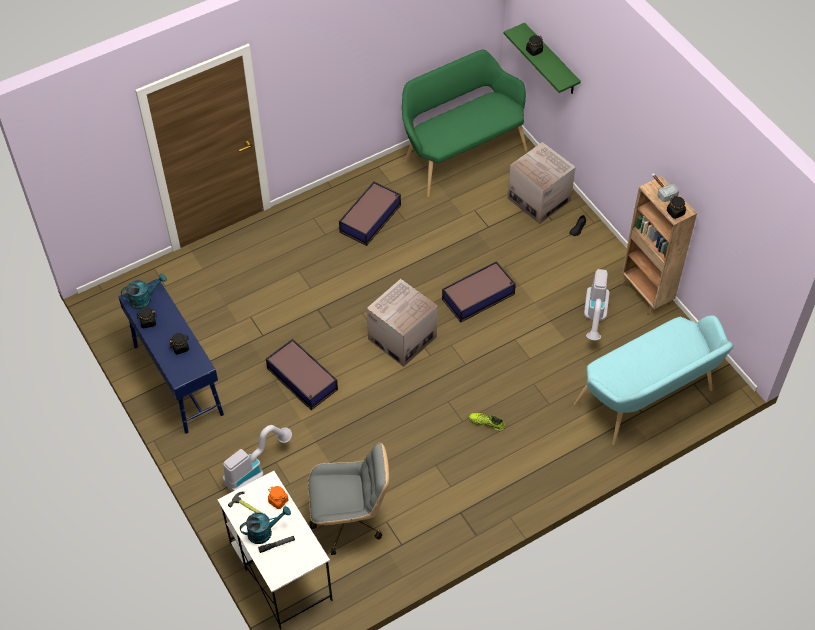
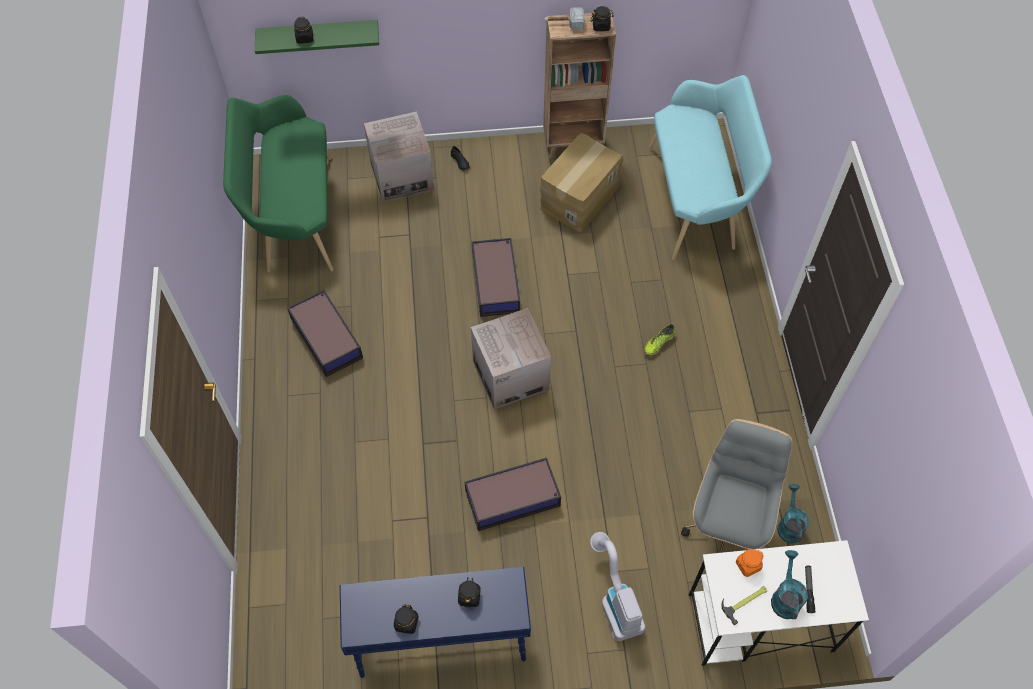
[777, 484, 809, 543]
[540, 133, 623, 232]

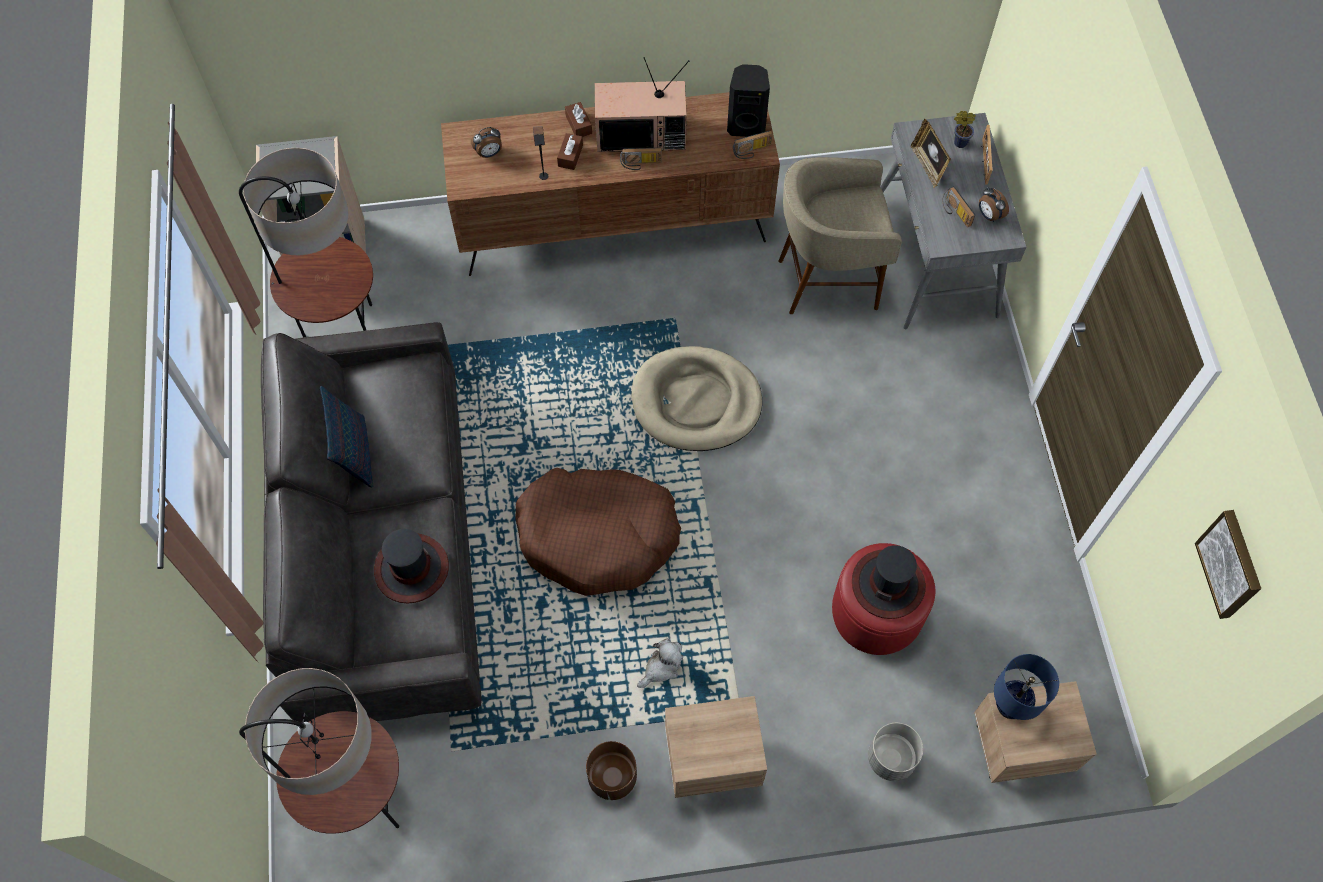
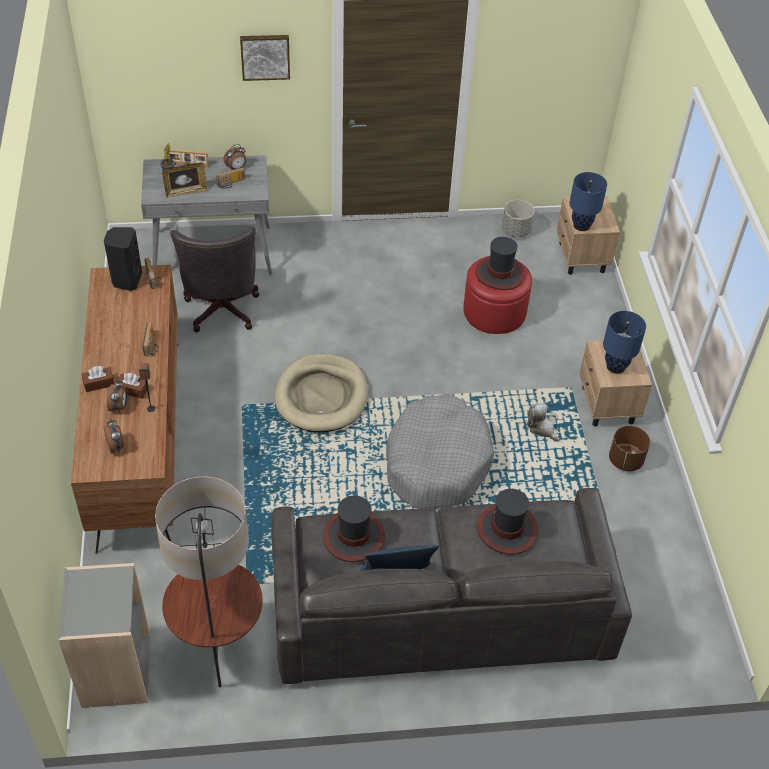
[239, 668, 399, 834] (first image)
[386, 393, 494, 509]
[595, 57, 689, 152] (first image)
[170, 227, 259, 332]
[502, 200, 535, 238]
[240, 35, 290, 81]
[107, 380, 128, 413]
[323, 496, 385, 562]
[603, 311, 646, 374]

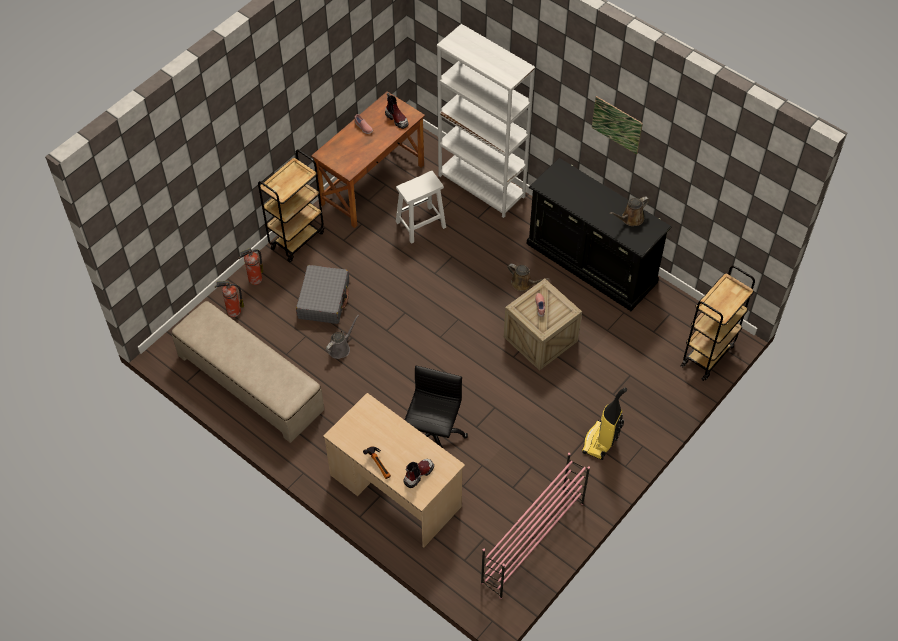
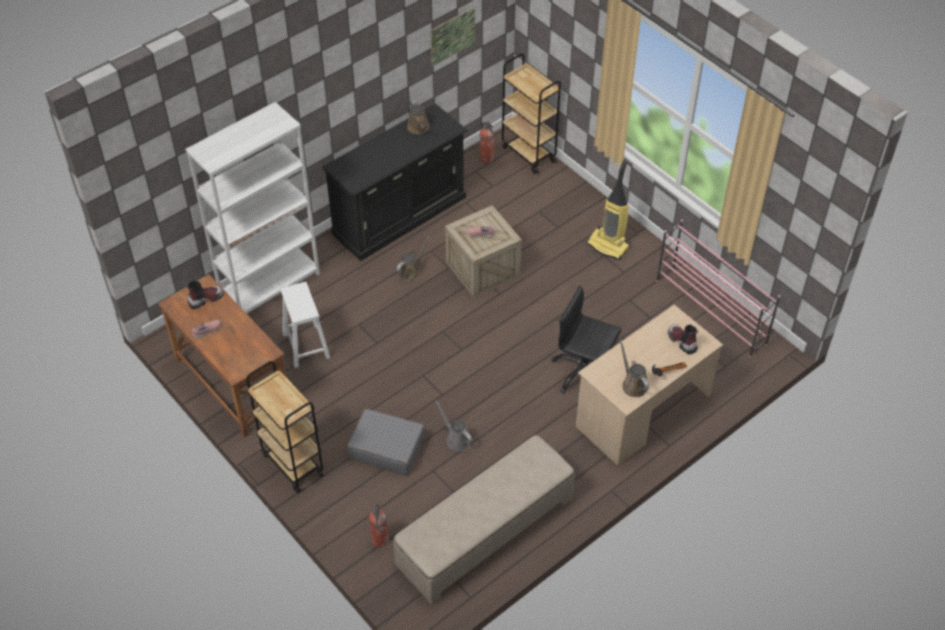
[479, 122, 494, 163]
[431, 7, 475, 66]
[620, 340, 649, 397]

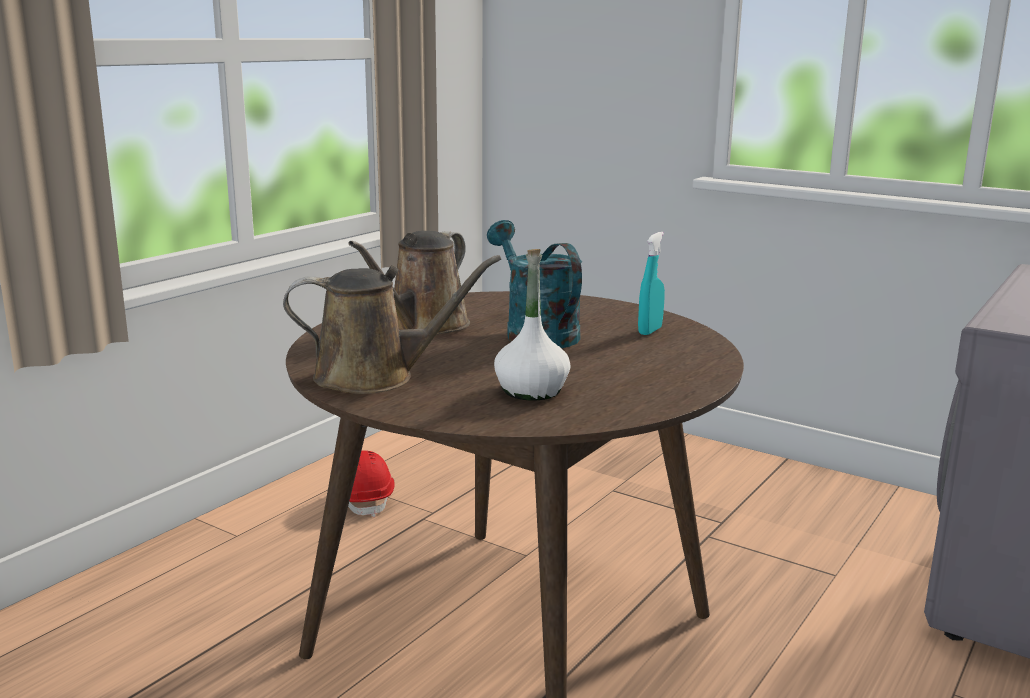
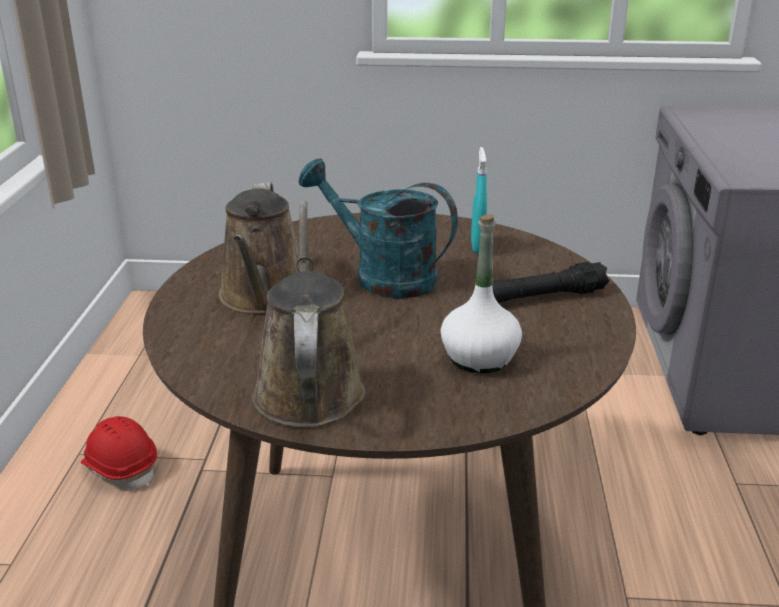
[252, 201, 365, 427]
[492, 262, 609, 303]

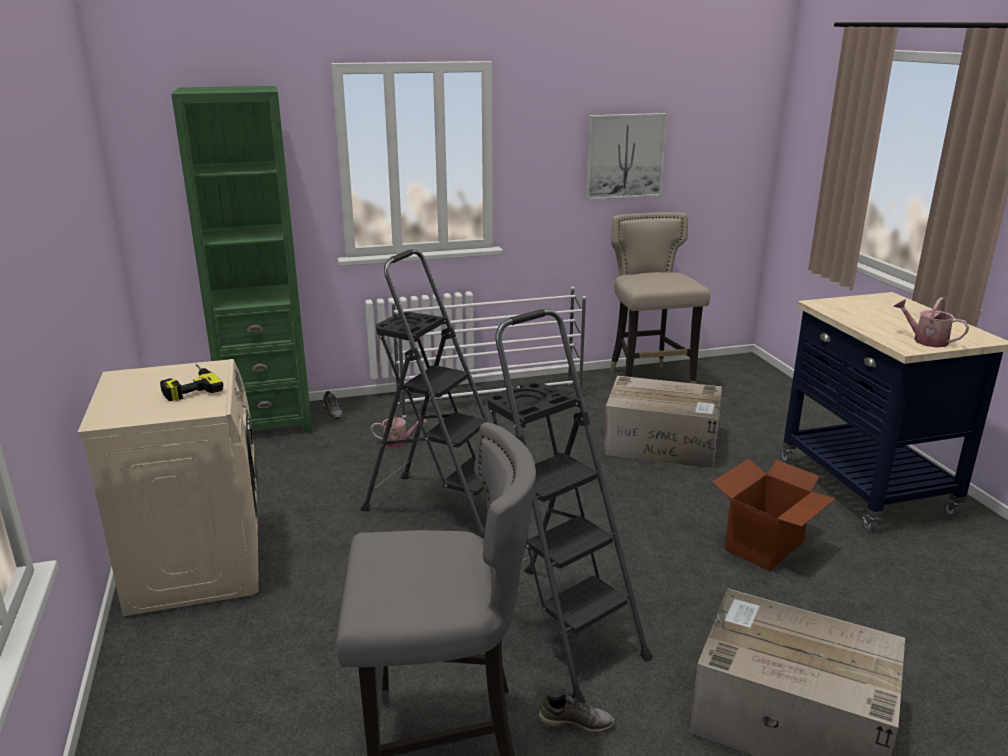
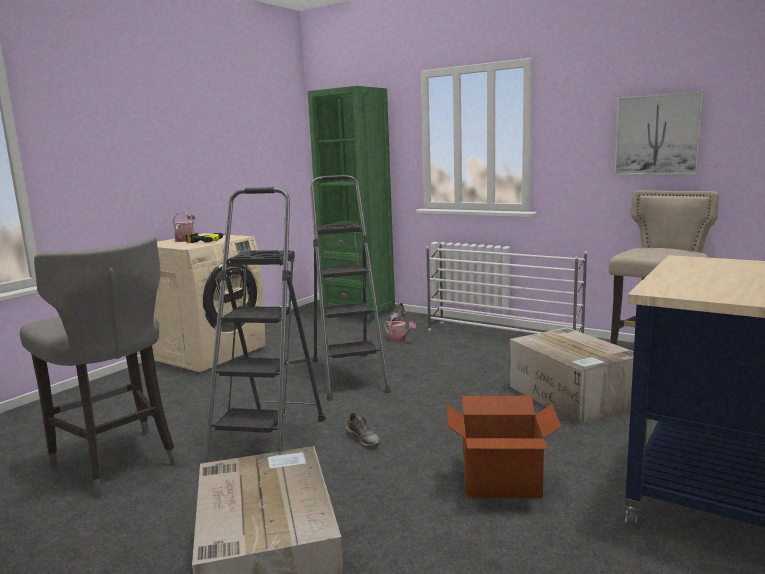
[346, 413, 380, 447]
[172, 212, 195, 242]

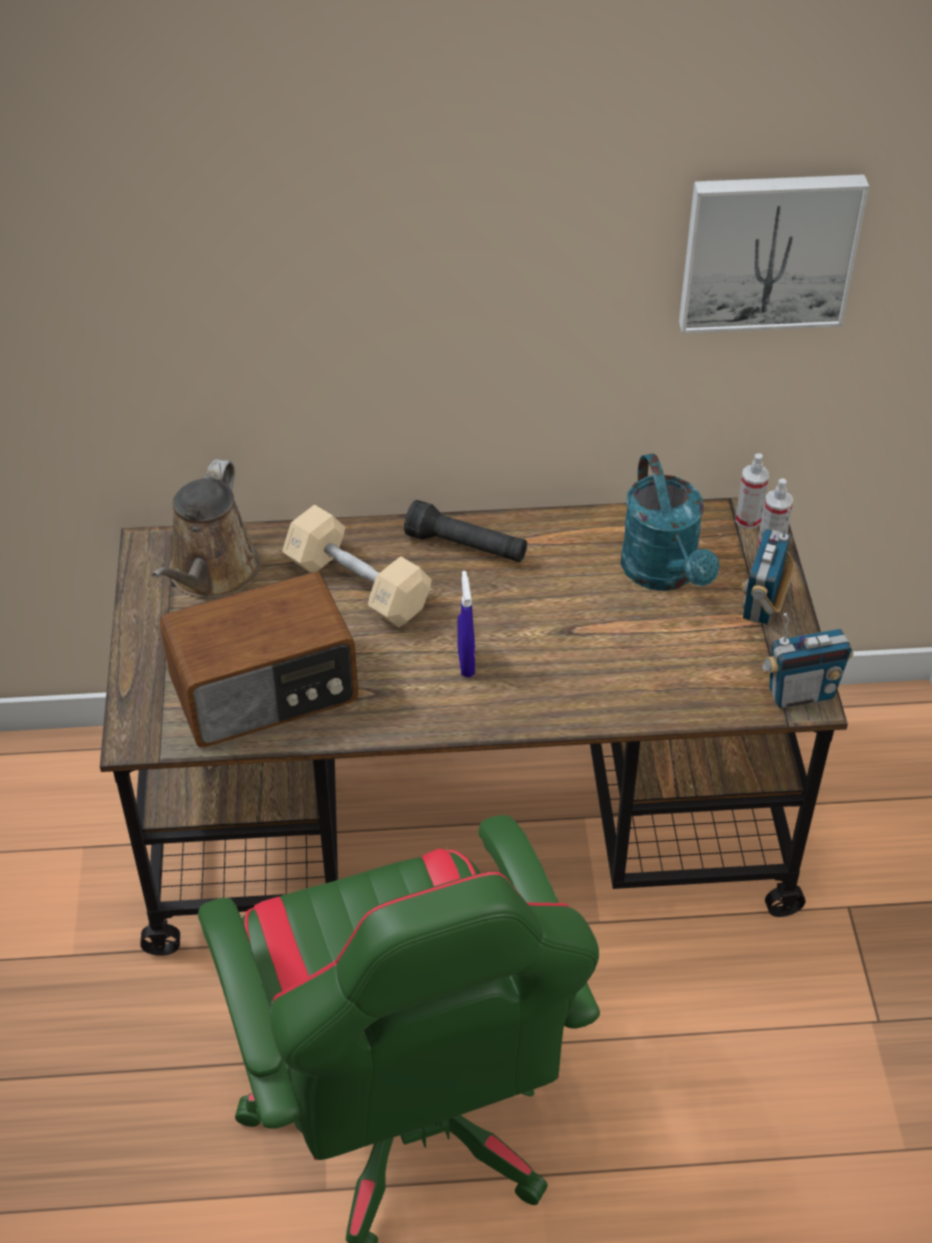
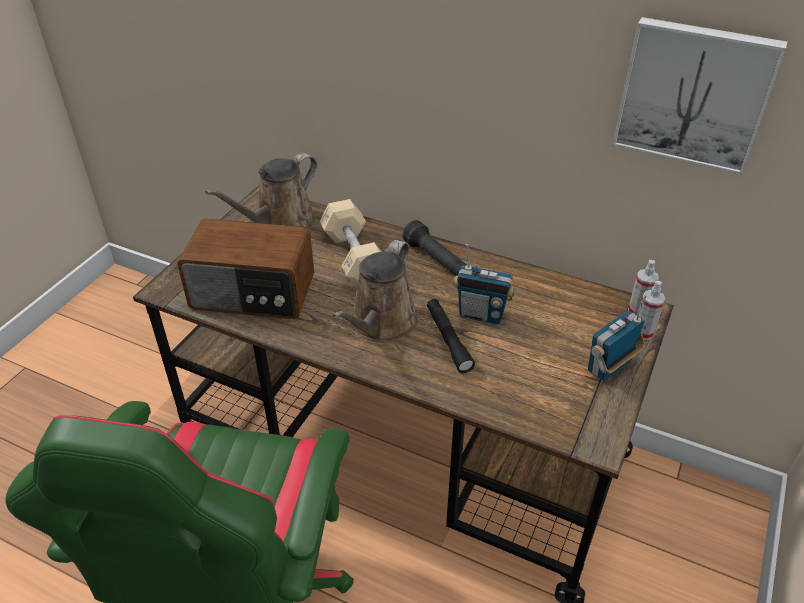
[332, 240, 418, 342]
[621, 454, 720, 591] (first image)
[453, 244, 515, 324]
[427, 299, 475, 373]

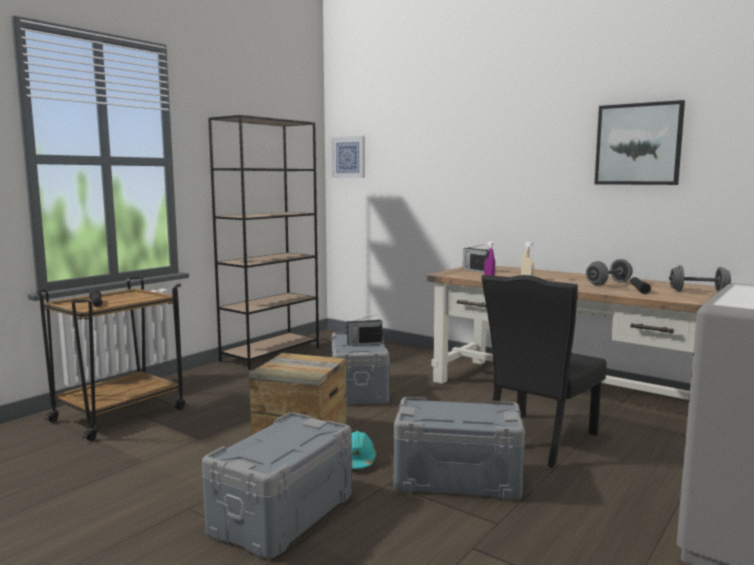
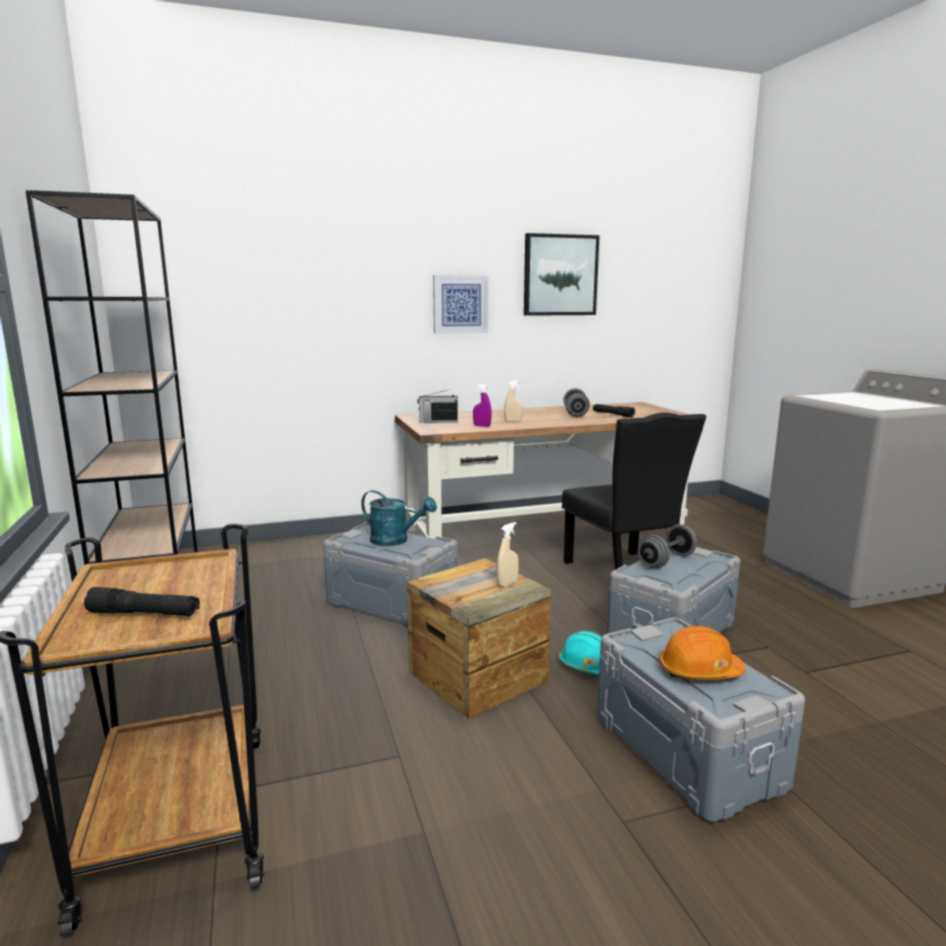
[433, 275, 488, 334]
[361, 490, 437, 546]
[638, 524, 697, 568]
[497, 522, 519, 587]
[659, 626, 746, 680]

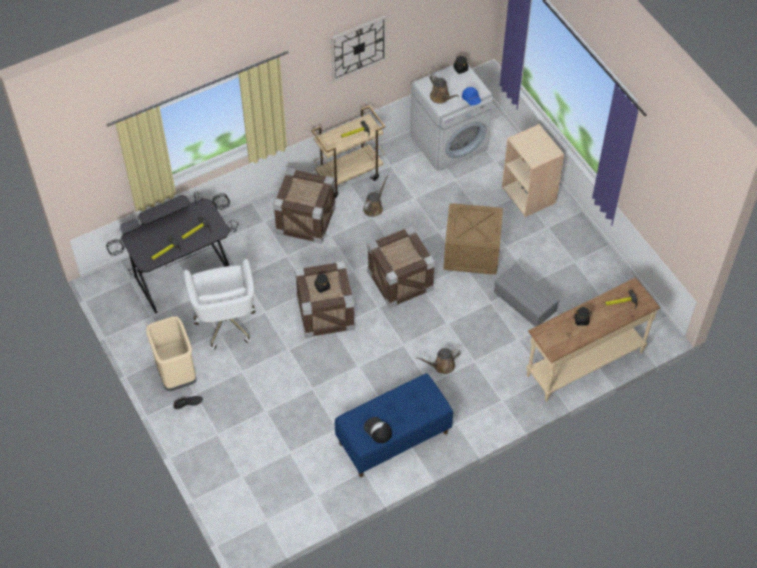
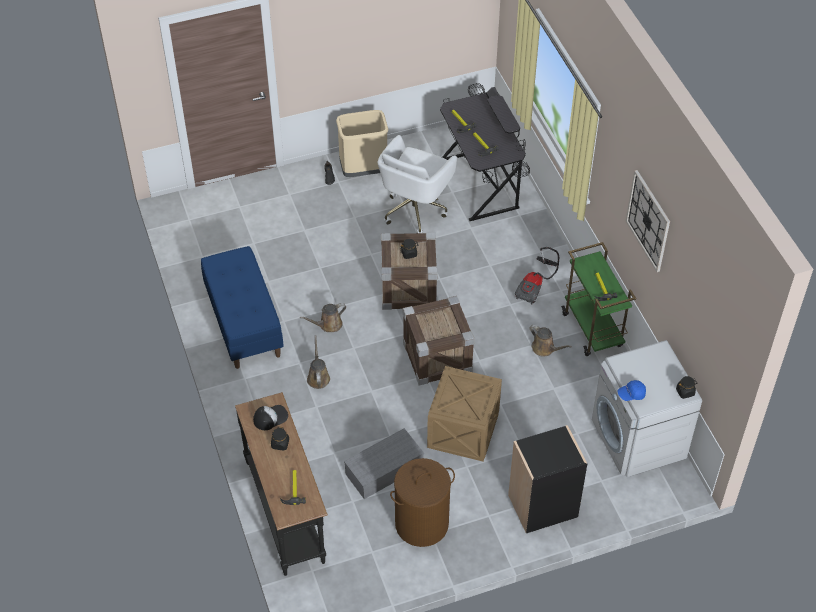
[378, 135, 457, 233]
[515, 247, 559, 305]
[561, 242, 636, 356]
[253, 405, 288, 430]
[300, 303, 346, 332]
[508, 425, 587, 533]
[235, 392, 328, 576]
[390, 458, 455, 547]

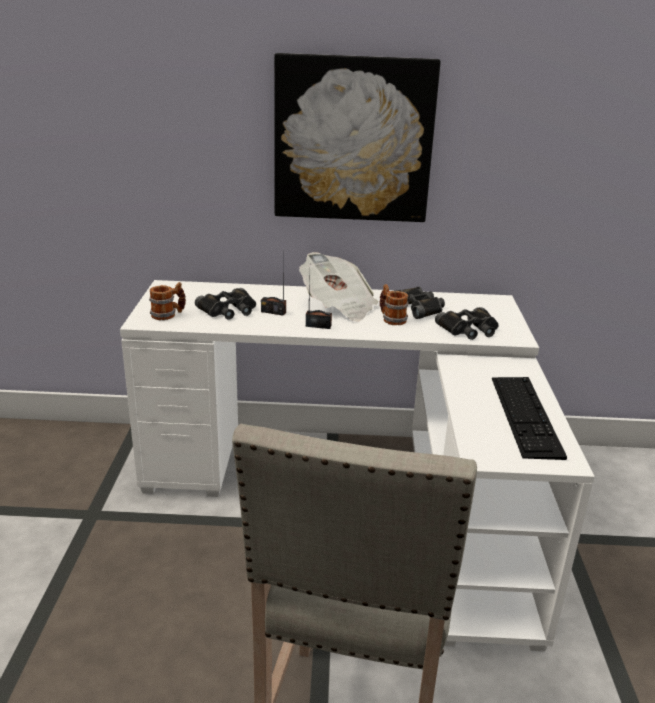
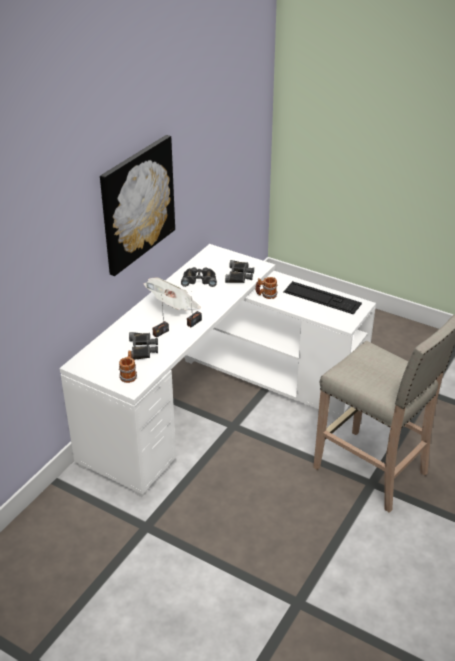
[255, 277, 278, 299]

